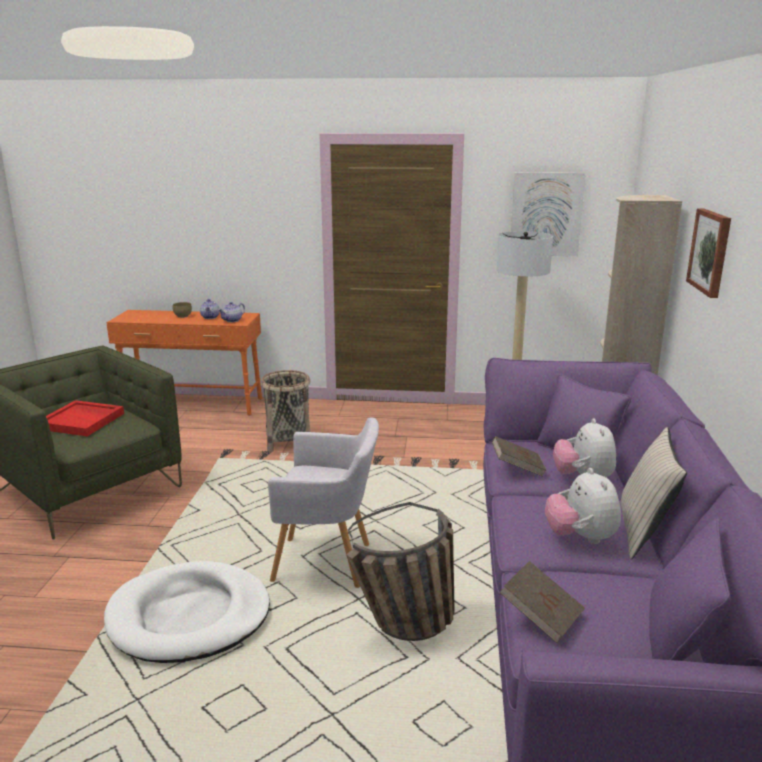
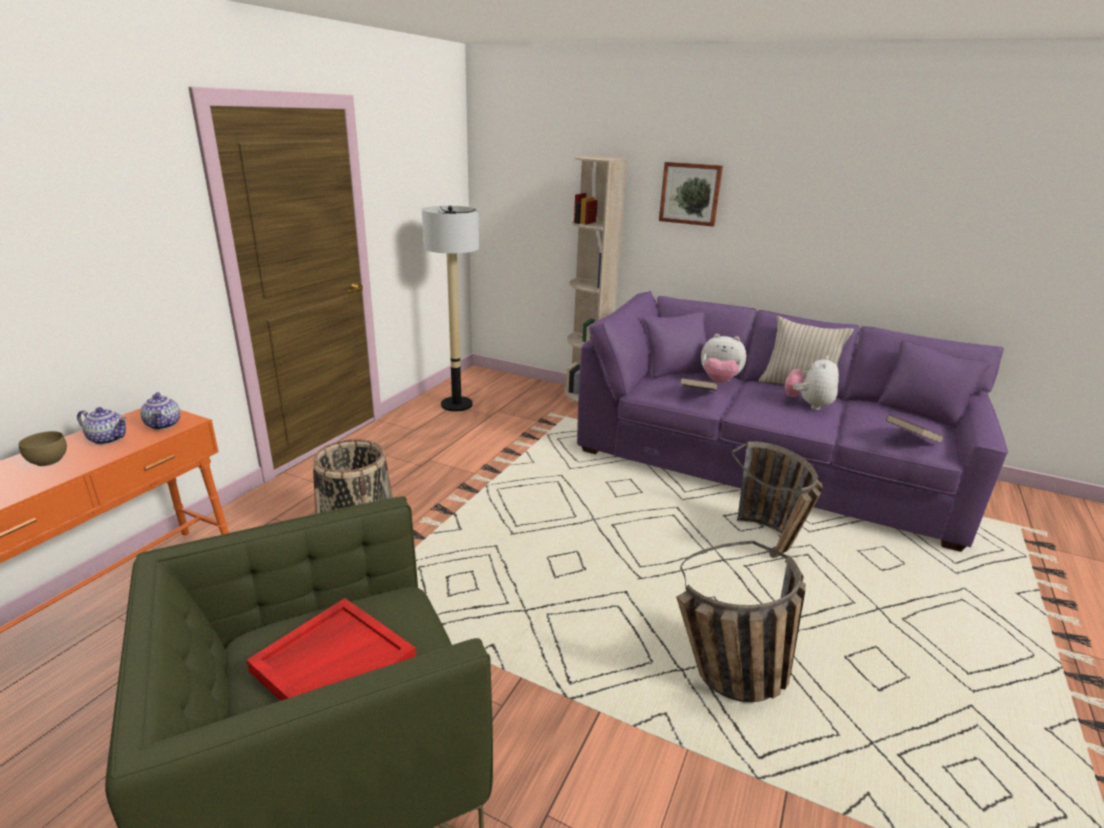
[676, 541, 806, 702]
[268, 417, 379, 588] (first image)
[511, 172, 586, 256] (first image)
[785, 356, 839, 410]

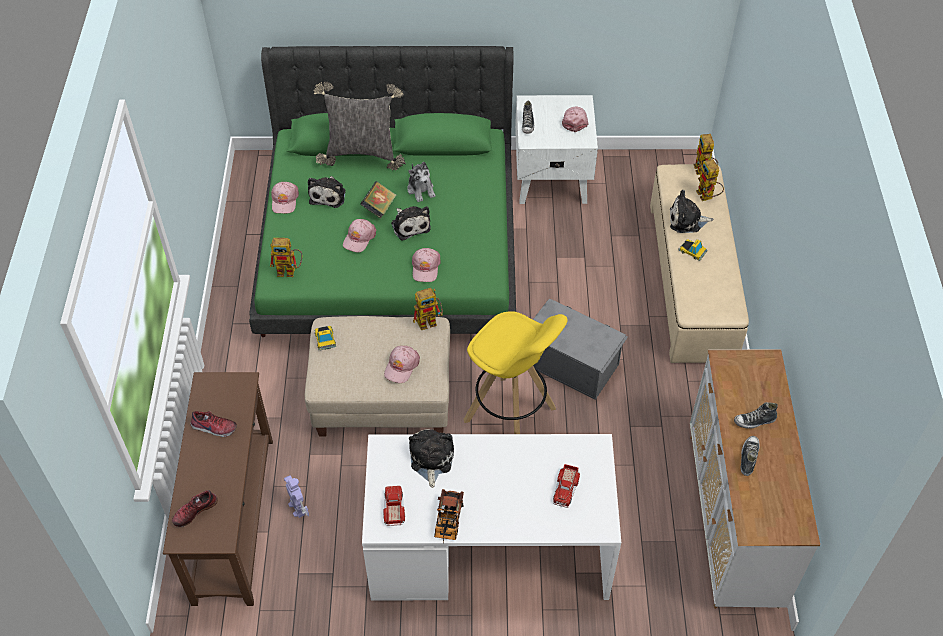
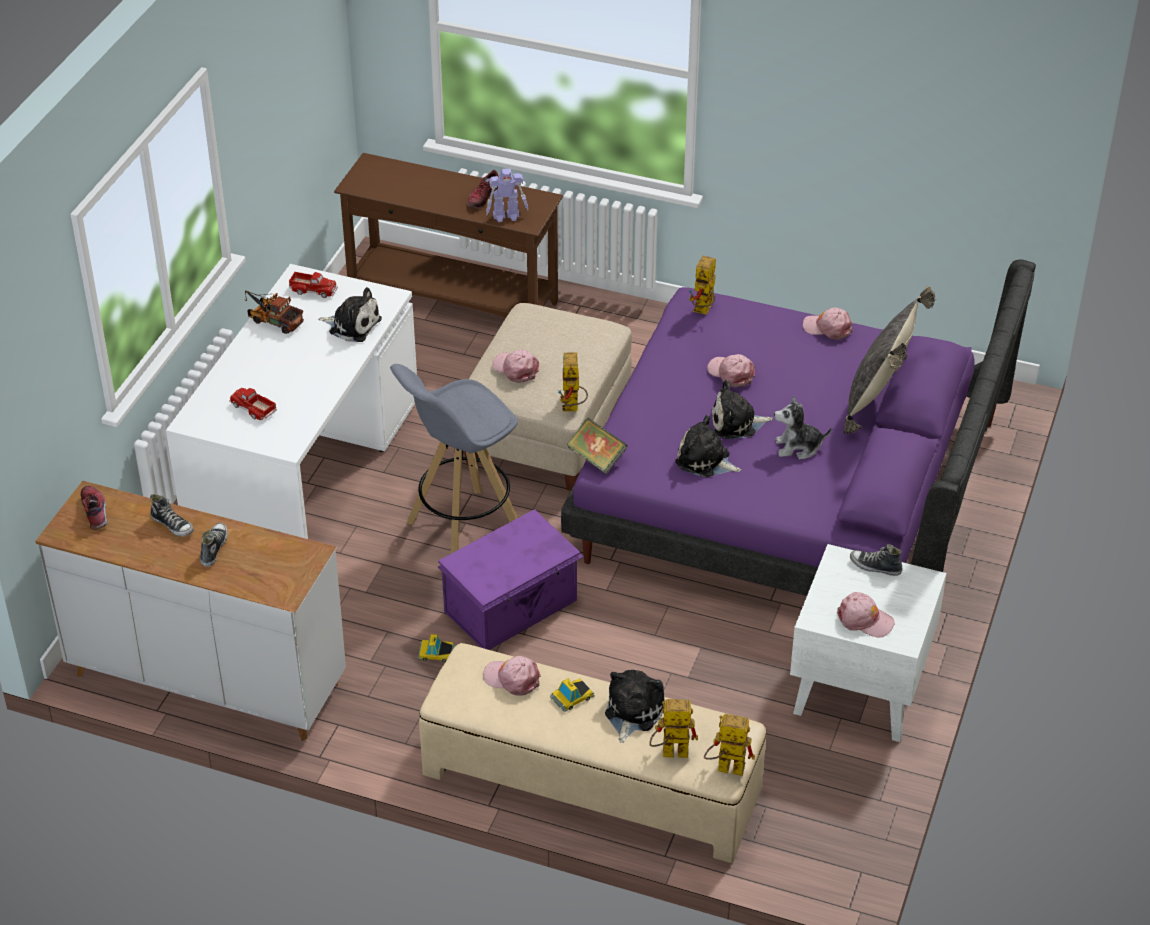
[81, 486, 108, 530]
[561, 259, 1036, 596]
[486, 169, 529, 222]
[675, 415, 741, 477]
[417, 634, 455, 662]
[566, 418, 628, 474]
[483, 656, 541, 696]
[390, 364, 518, 554]
[438, 509, 584, 650]

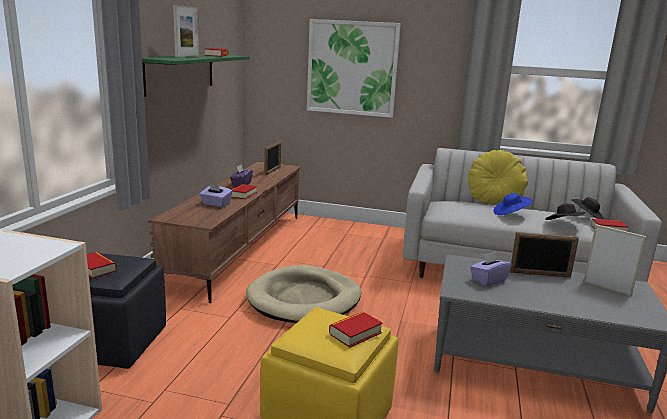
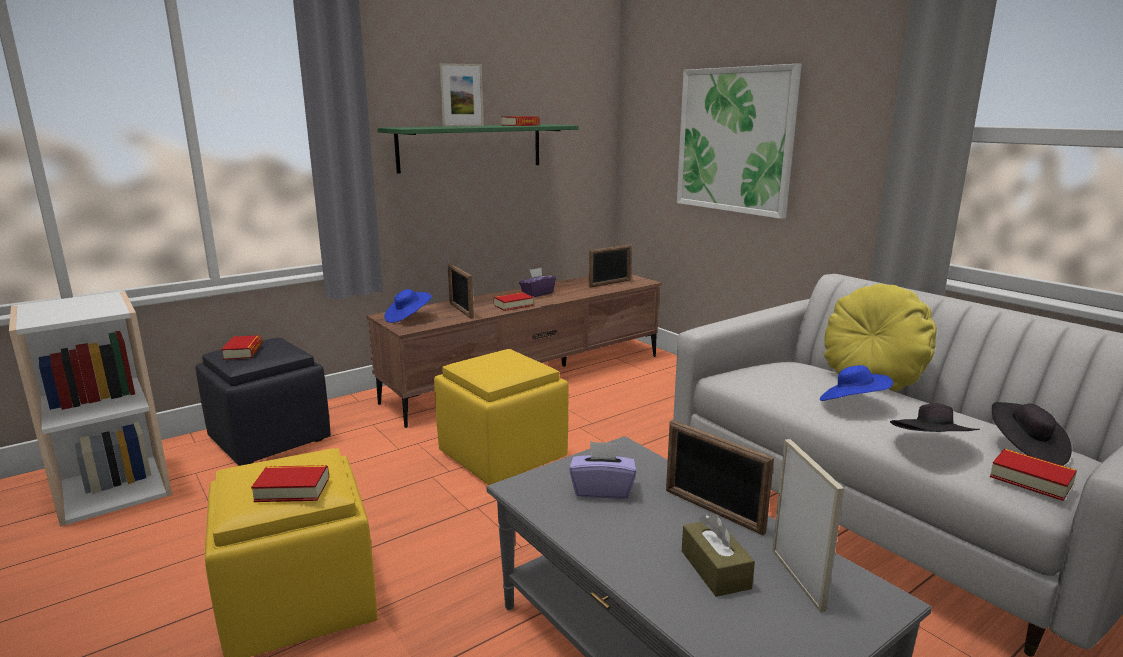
[448, 264, 474, 319]
[434, 349, 569, 485]
[384, 289, 432, 323]
[682, 514, 755, 597]

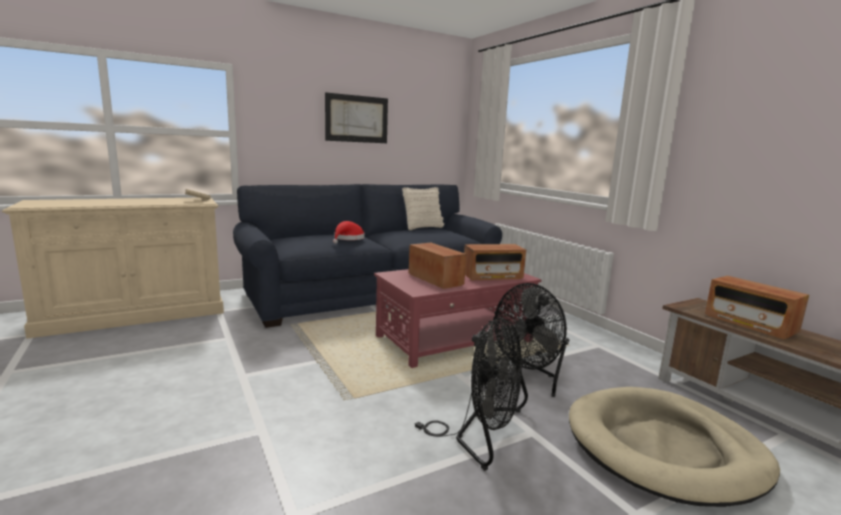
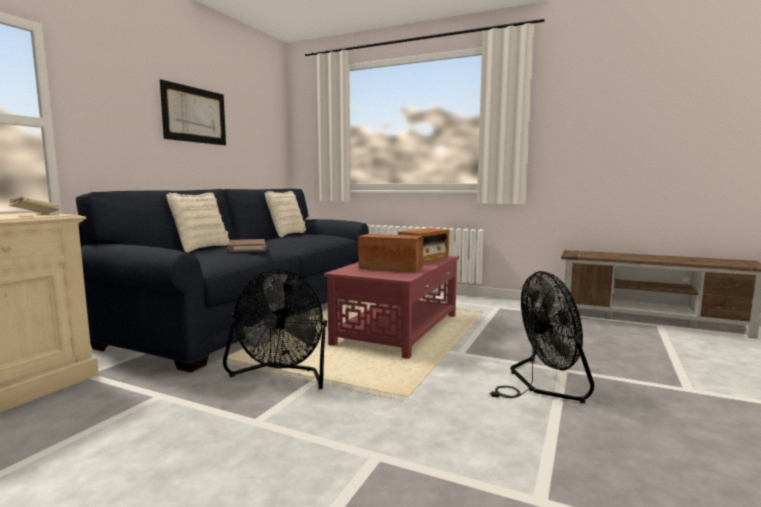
[227, 239, 266, 252]
[223, 270, 327, 389]
[569, 387, 780, 507] (first image)
[705, 276, 809, 339] (first image)
[166, 193, 230, 253]

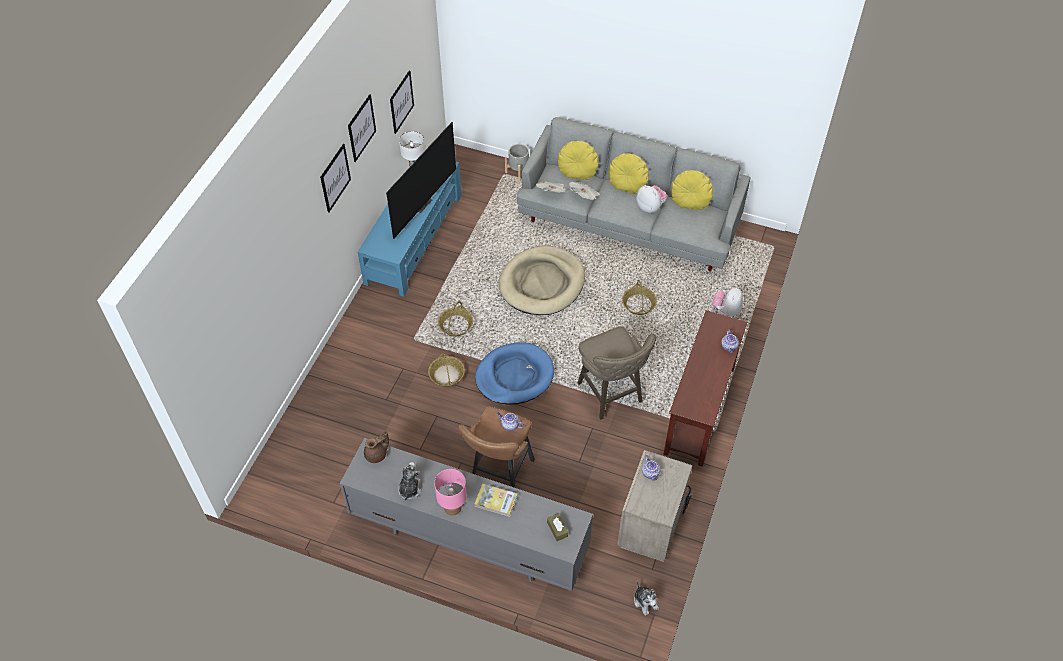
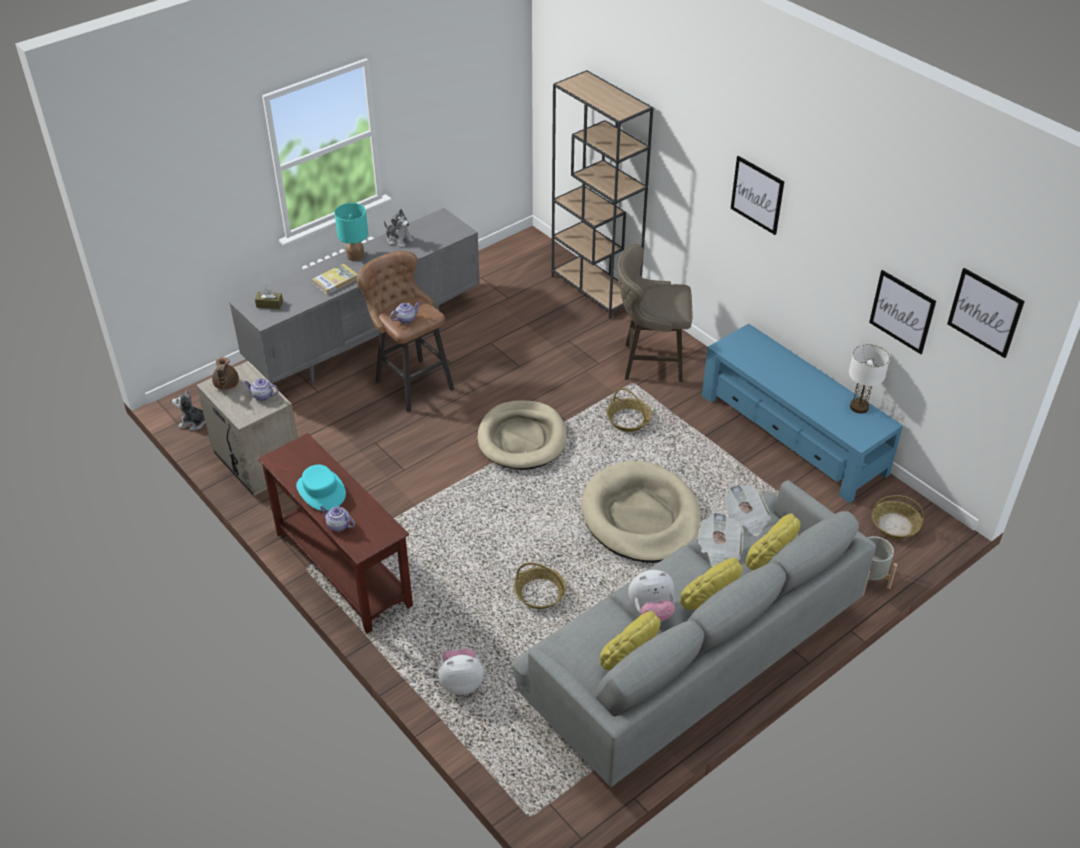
[947, 268, 1025, 358]
[212, 357, 239, 390]
[386, 122, 456, 239] (first image)
[872, 495, 924, 539]
[334, 203, 368, 261]
[477, 400, 567, 470]
[617, 244, 693, 382]
[438, 648, 484, 695]
[296, 465, 346, 511]
[551, 70, 653, 318]

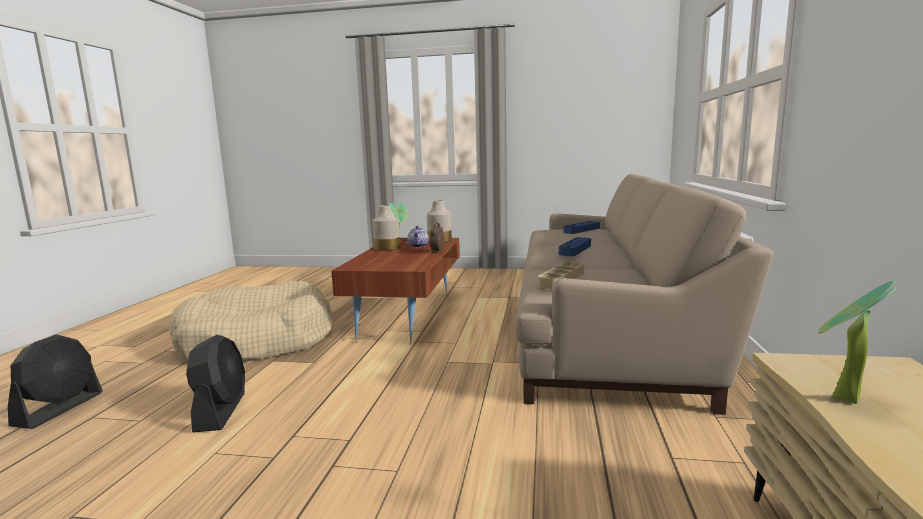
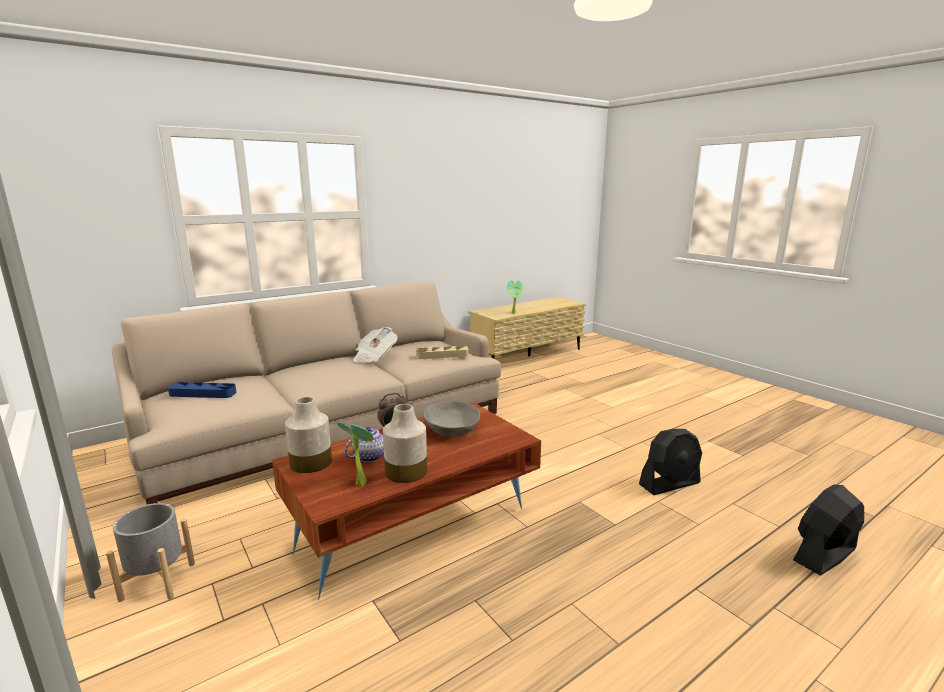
[168, 281, 332, 362] (first image)
[639, 429, 702, 495]
[559, 237, 591, 256] (first image)
[106, 503, 195, 602]
[353, 327, 397, 363]
[424, 401, 480, 436]

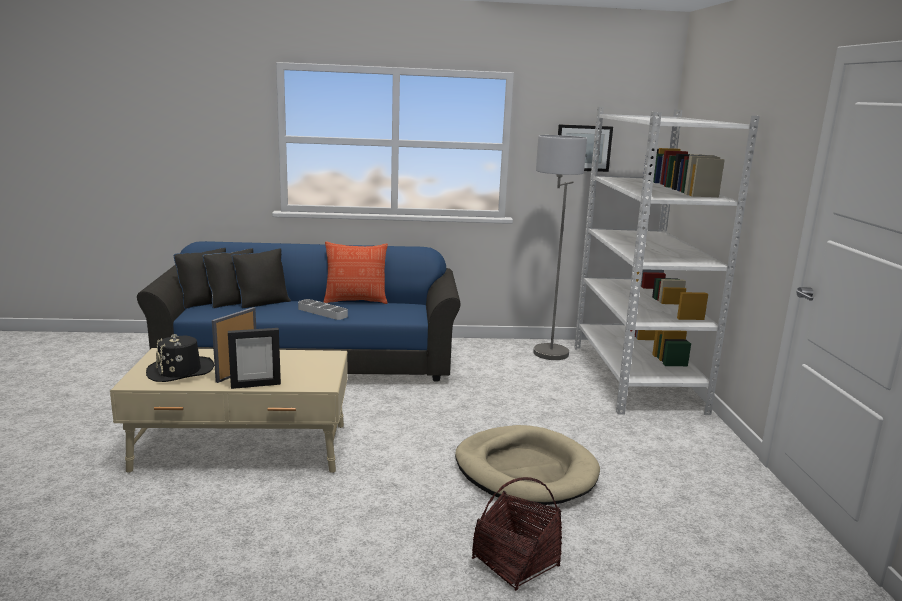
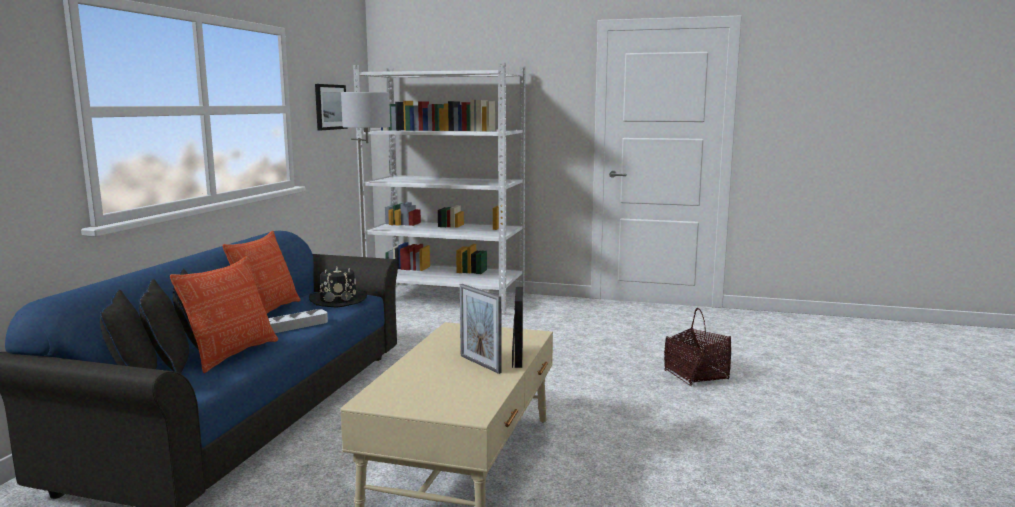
[309, 267, 367, 308]
[455, 425, 600, 505] (first image)
[170, 256, 278, 373]

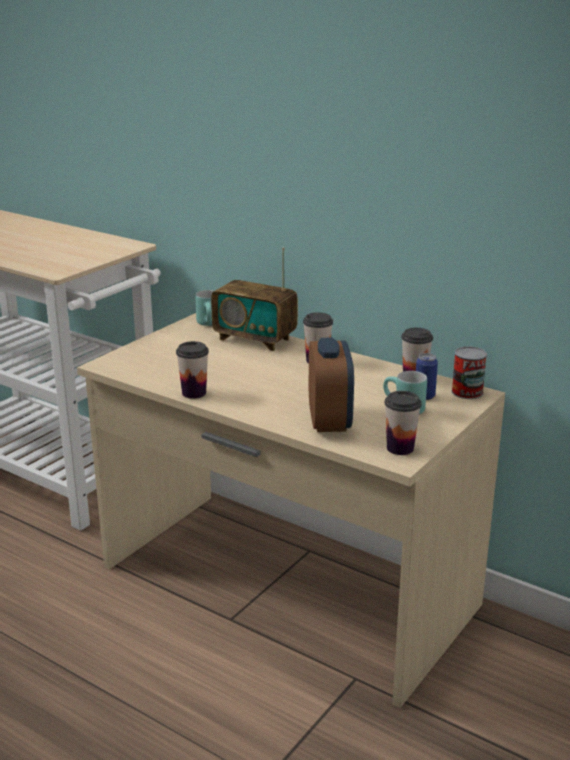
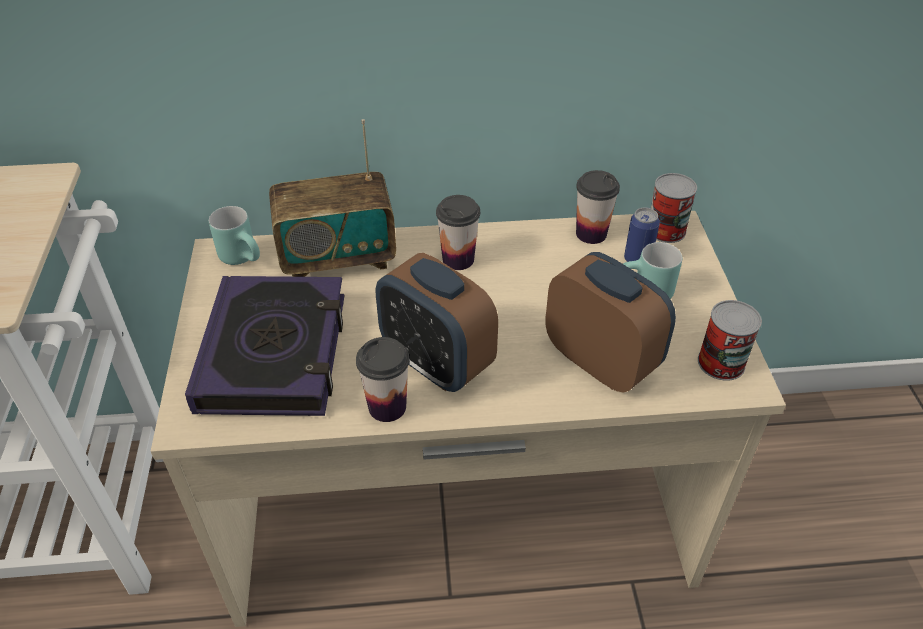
[698, 300, 762, 381]
[185, 276, 344, 416]
[376, 253, 498, 392]

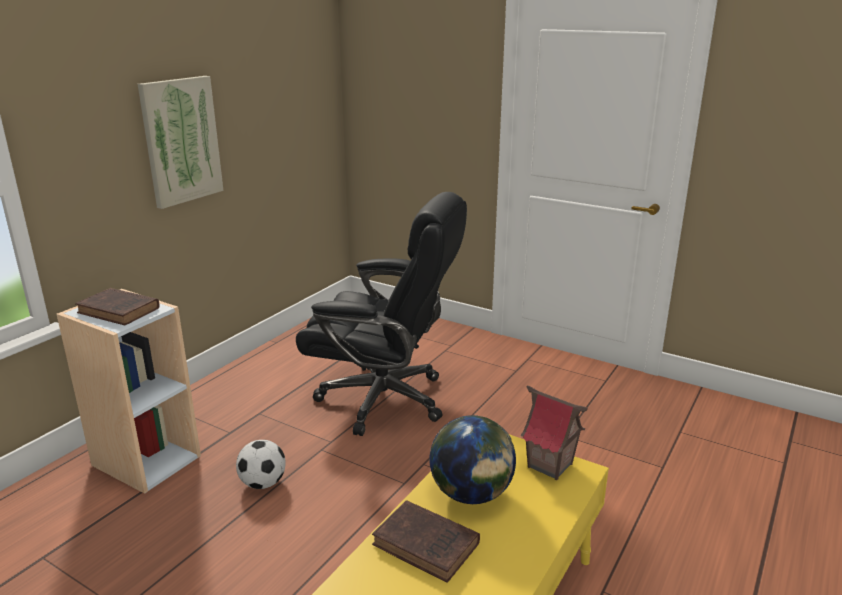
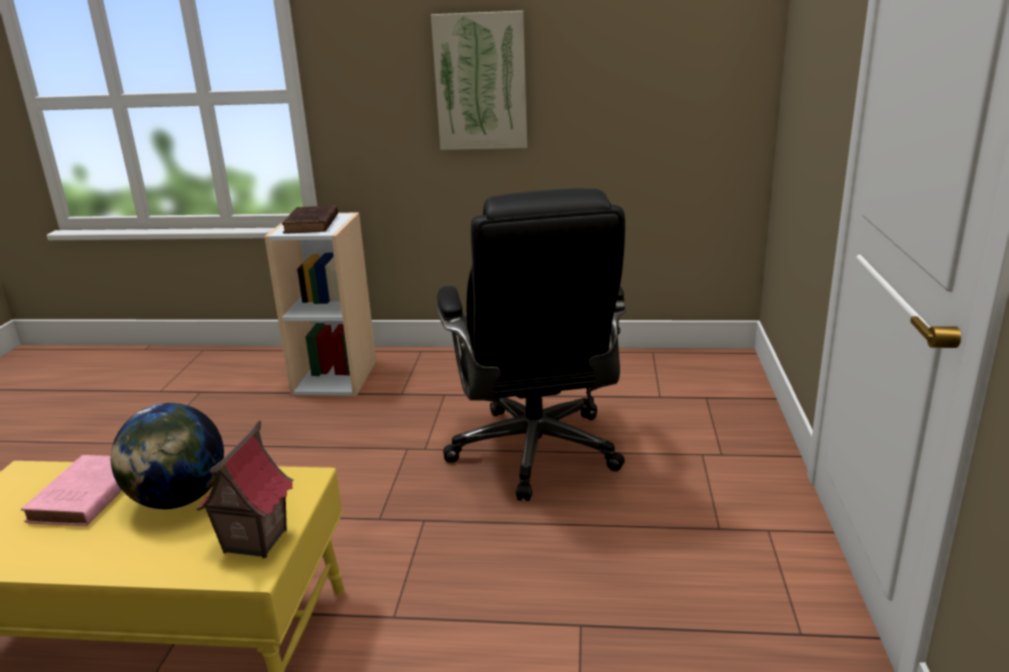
[236, 440, 286, 489] (first image)
[21, 455, 122, 526]

